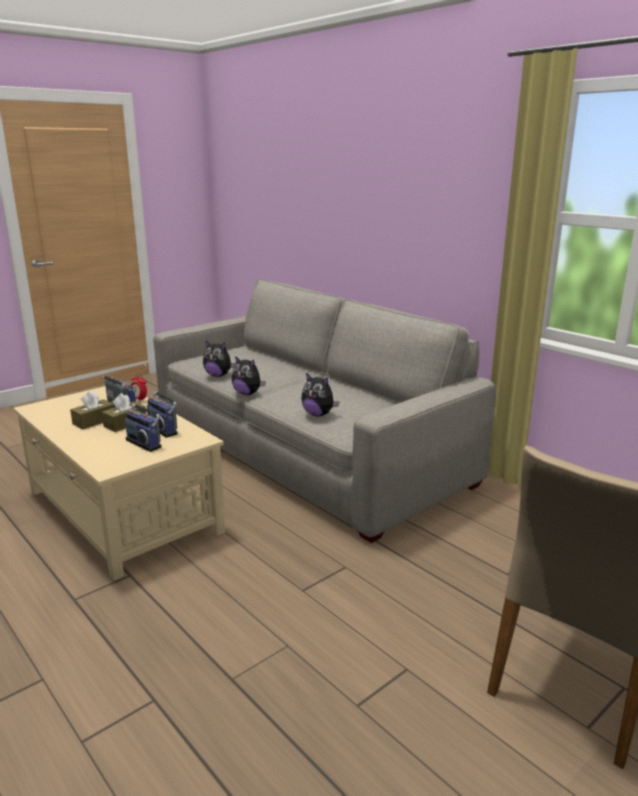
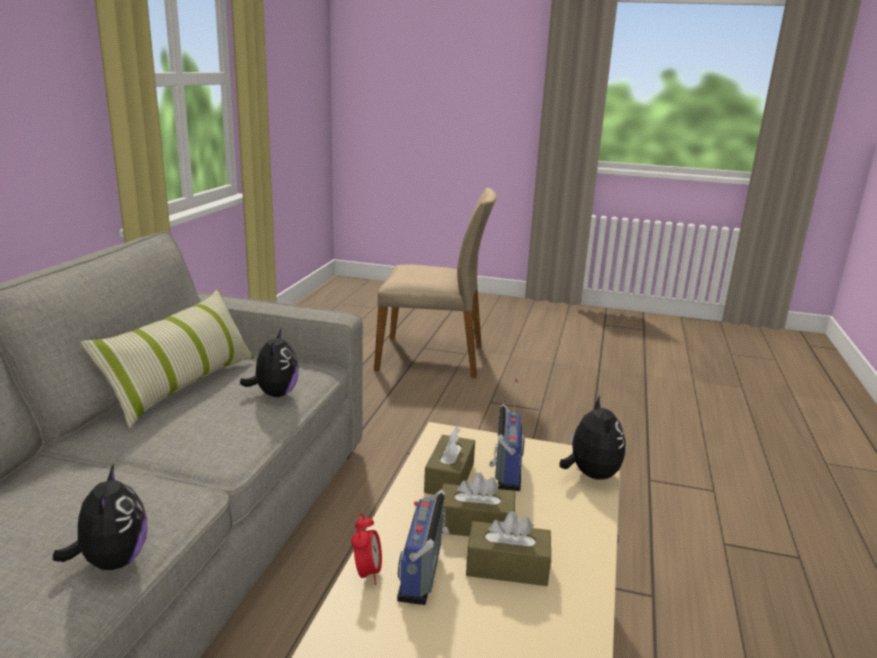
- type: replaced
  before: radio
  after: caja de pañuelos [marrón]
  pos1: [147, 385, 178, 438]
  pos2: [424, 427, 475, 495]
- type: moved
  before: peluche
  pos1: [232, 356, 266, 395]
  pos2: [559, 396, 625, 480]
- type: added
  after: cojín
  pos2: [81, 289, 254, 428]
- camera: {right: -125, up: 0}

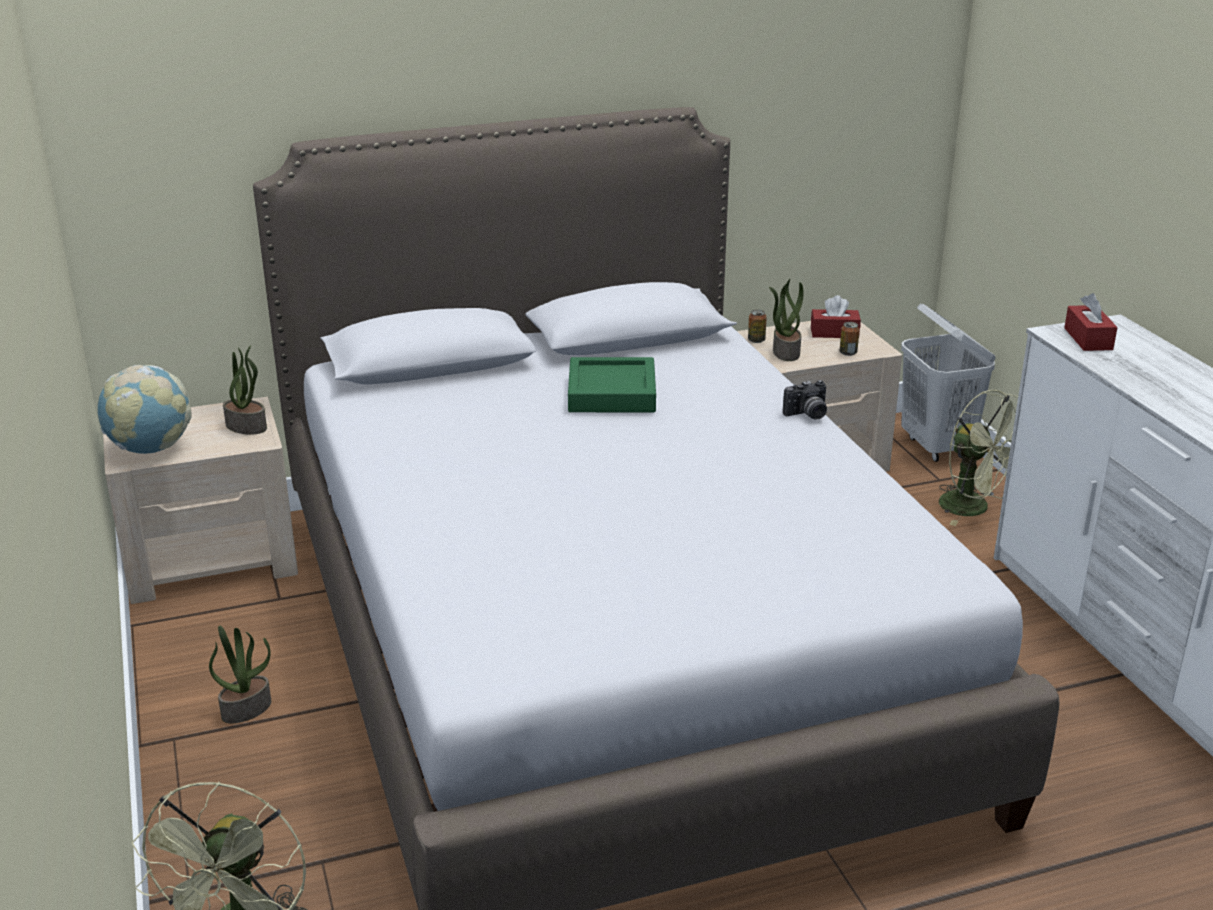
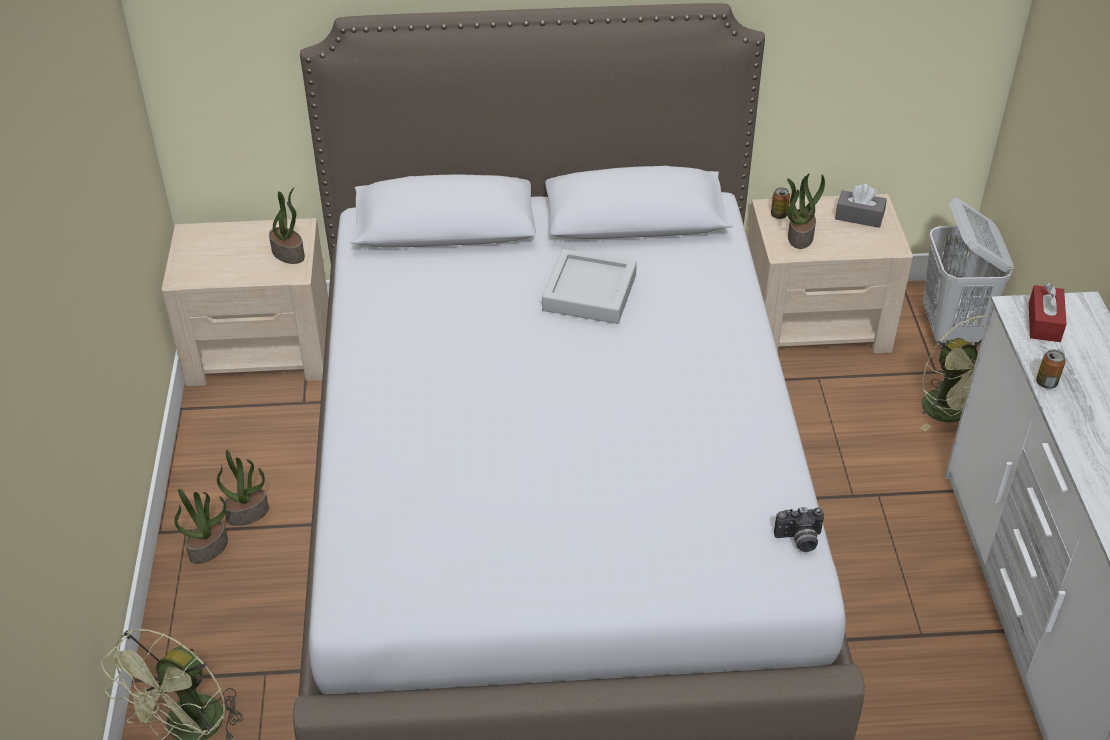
- type: removed
  before: globo terráqueo
  pos1: [98, 365, 192, 454]
- type: recoloured
  before: bandeja [verde]
  after: bandeja [gris]
  pos1: [568, 357, 656, 412]
  pos2: [542, 249, 637, 324]
- type: moved
  before: cámara
  pos1: [783, 380, 827, 419]
  pos2: [774, 507, 824, 552]
- type: recoloured
  before: caja de pañuelos [rojo]
  after: caja de pañuelos [gris]
  pos1: [811, 295, 861, 338]
  pos2: [835, 184, 887, 228]
- type: moved
  before: lata
  pos1: [840, 322, 860, 356]
  pos2: [1036, 349, 1066, 389]
- type: added
  after: planta en maceta
  pos2: [175, 489, 228, 564]
- camera: {right: 15, up: 15}

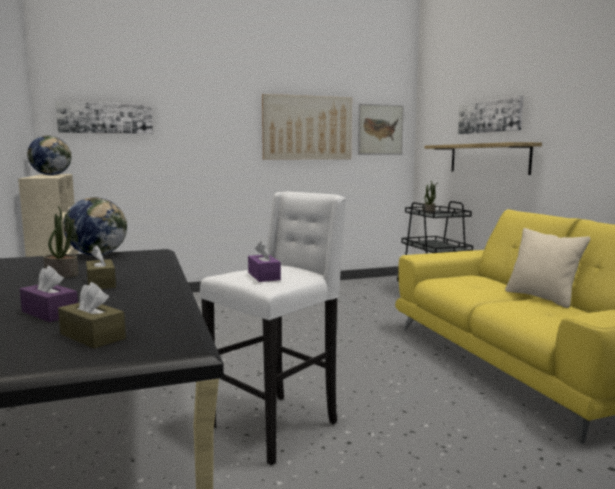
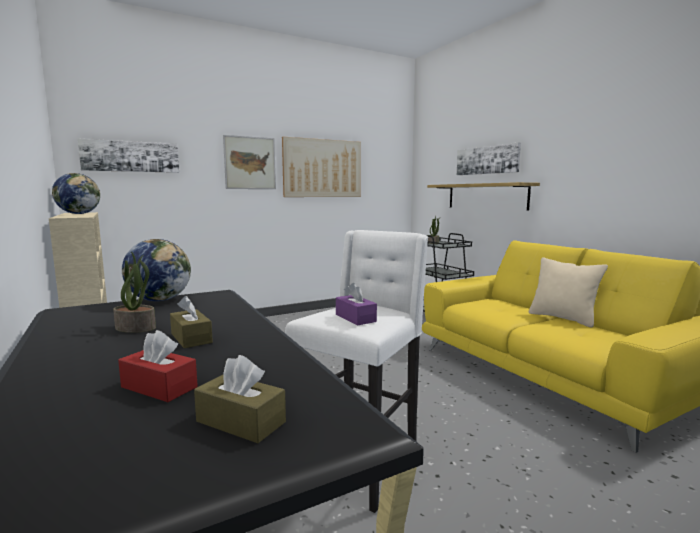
- type: recoloured
  before: caja de pañuelos [morado]
  after: caja de pañuelos [rojo]
  pos1: [20, 266, 78, 322]
  pos2: [118, 330, 198, 402]
- type: moved
  before: cuadro
  pos1: [358, 104, 404, 155]
  pos2: [223, 135, 276, 189]
- camera: {right: -10, up: 0}

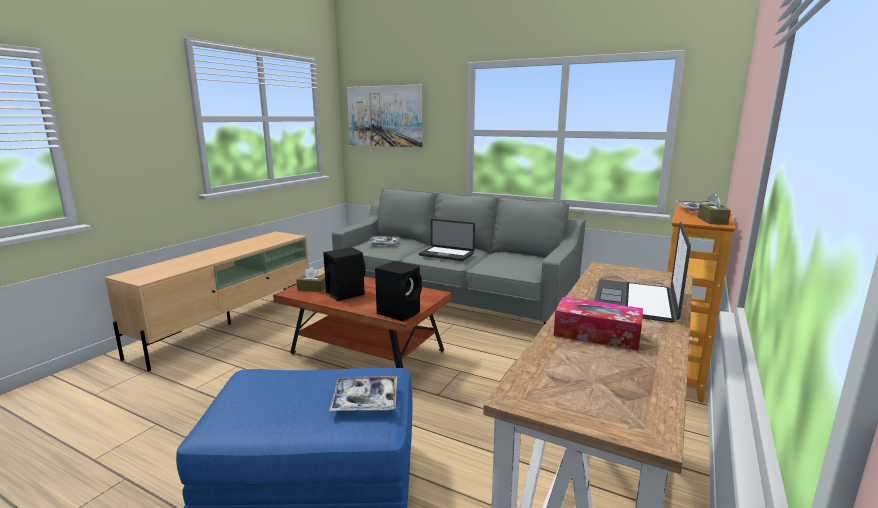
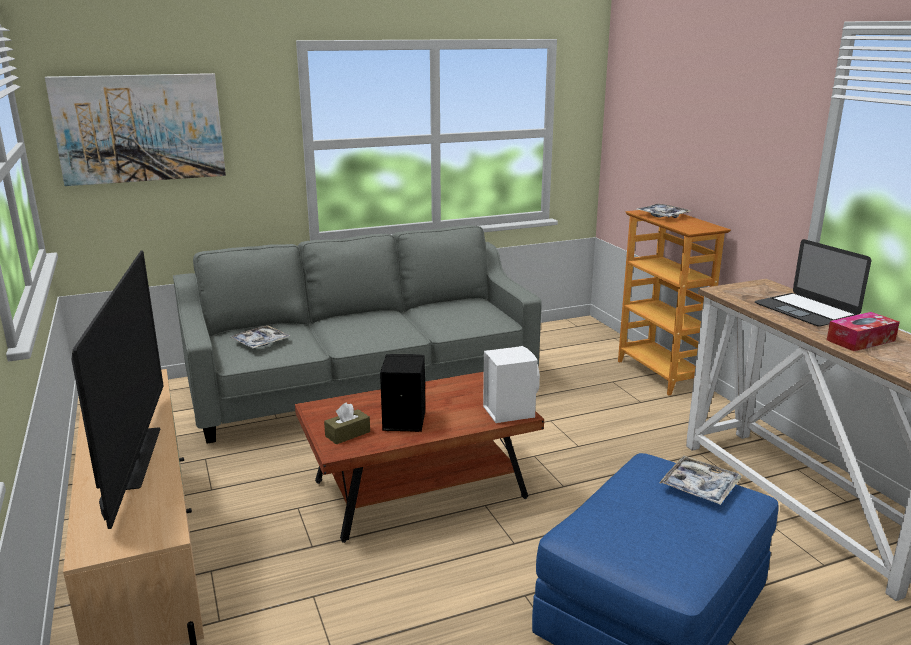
- type: recoloured
  before: altavoz [negro]
  after: altavoz [blanco]
  pos1: [375, 261, 422, 321]
  pos2: [483, 346, 540, 423]
- type: removed
  before: portátil
  pos1: [419, 219, 475, 261]
- type: removed
  before: caja de pañuelos [marrón]
  pos1: [698, 193, 731, 225]
- type: added
  after: televisor
  pos2: [72, 251, 163, 529]
- camera: {right: -50, up: 5}

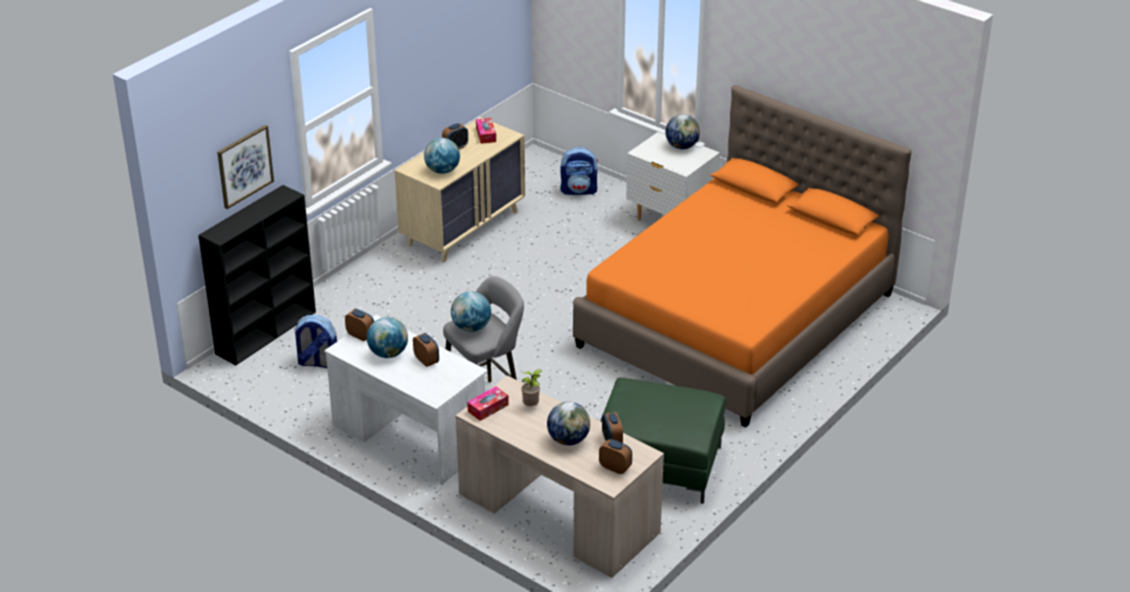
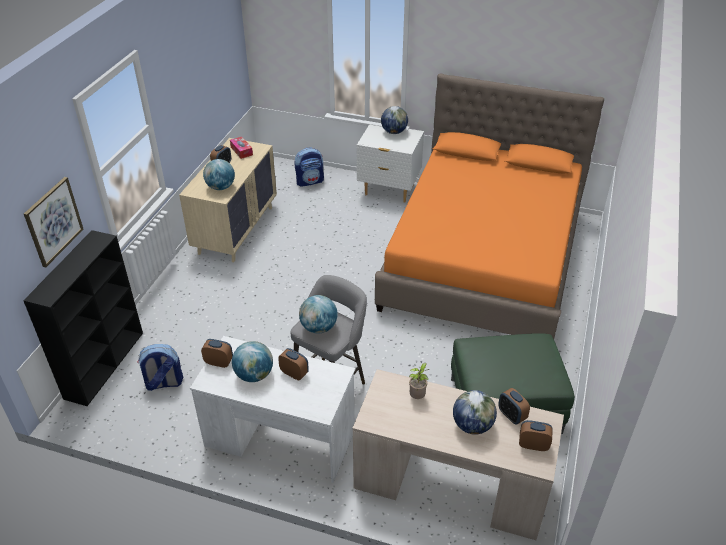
- type: removed
  before: caja de pañuelos
  pos1: [467, 386, 509, 421]
- camera: {right: -20, up: 5}

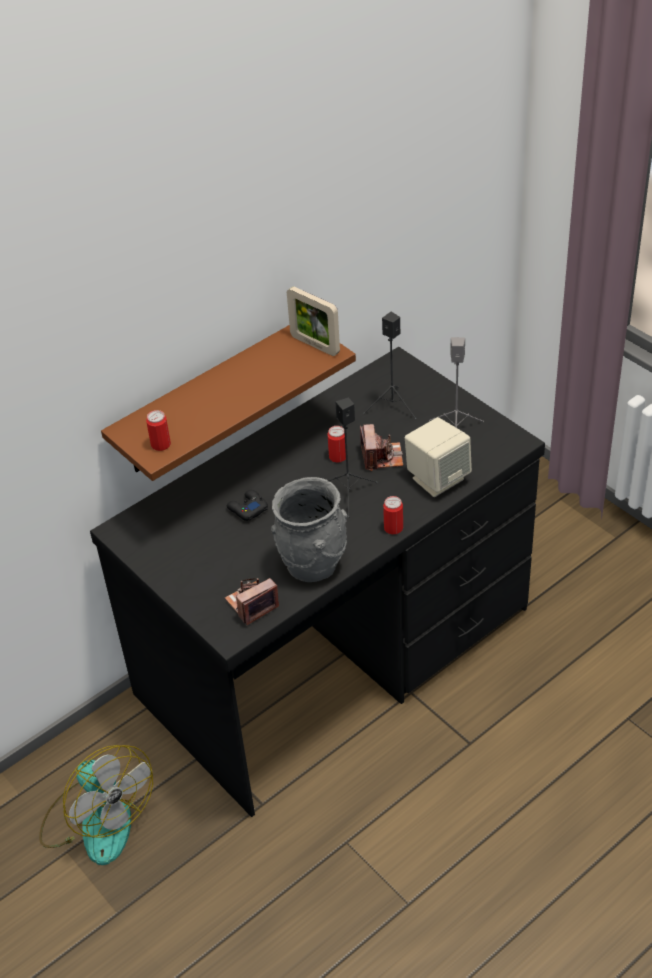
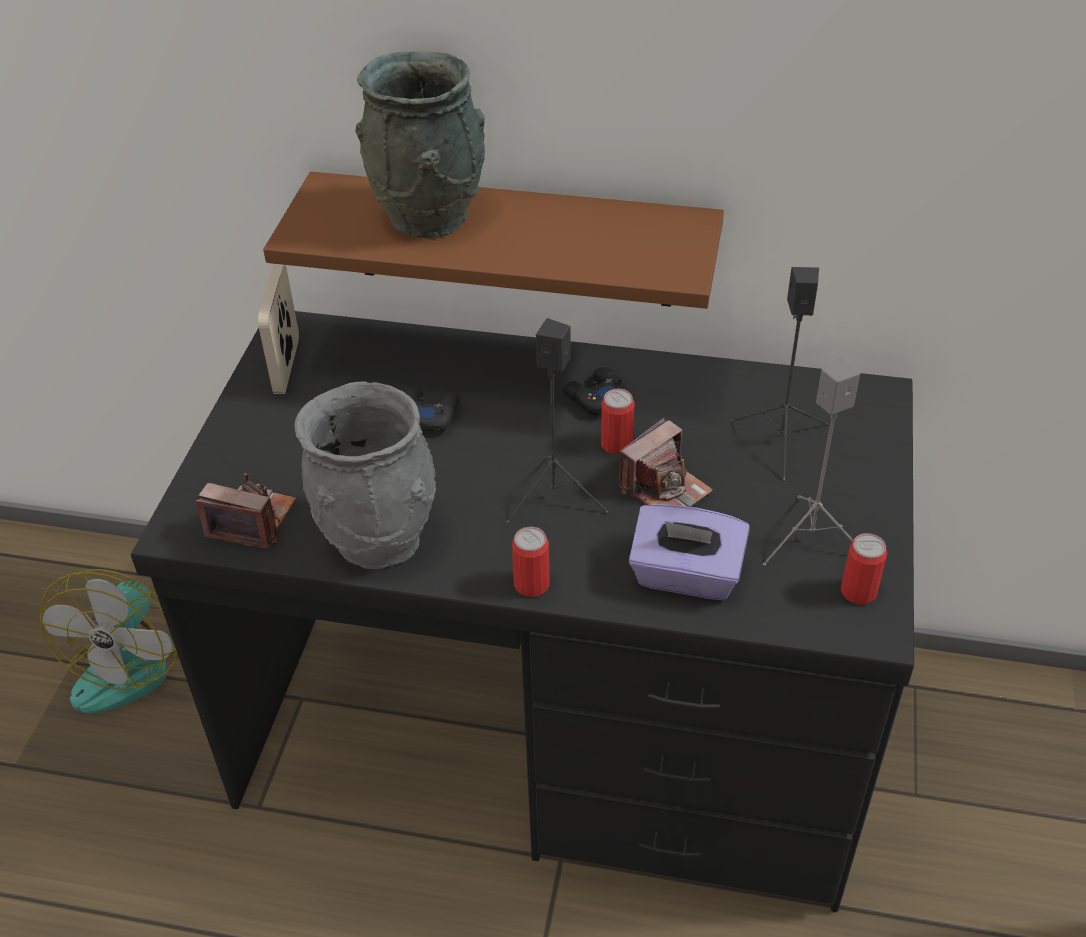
- type: moved
  before: lata
  pos1: [146, 410, 171, 451]
  pos2: [841, 533, 887, 604]
- type: moved
  before: portarretratos
  pos1: [287, 286, 340, 356]
  pos2: [258, 264, 299, 394]
- type: replaced
  before: altavoz [beis]
  after: caja de pañuelos [morado]
  pos1: [405, 417, 472, 497]
  pos2: [629, 504, 750, 600]
- type: added
  after: florero [gris]
  pos2: [355, 51, 485, 238]
- type: added
  after: mando de consola [negro]
  pos2: [562, 367, 630, 415]
- camera: {right: 50, up: 0}

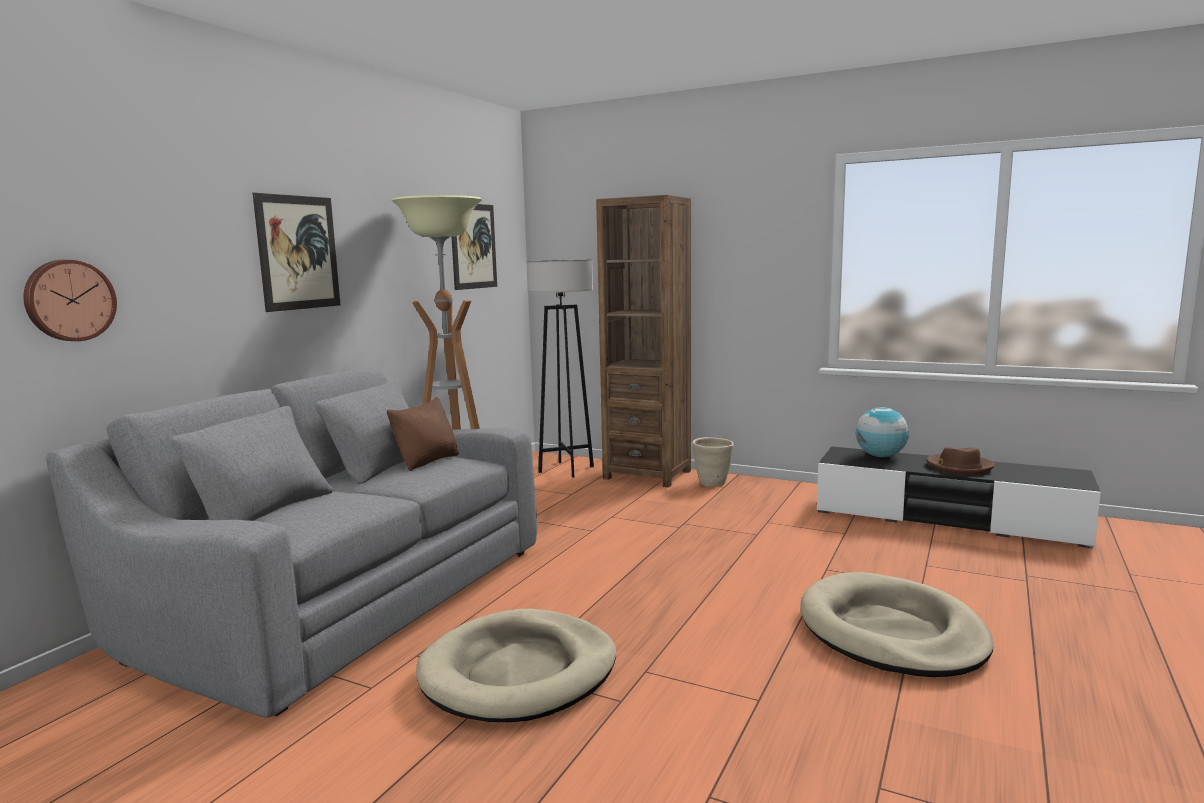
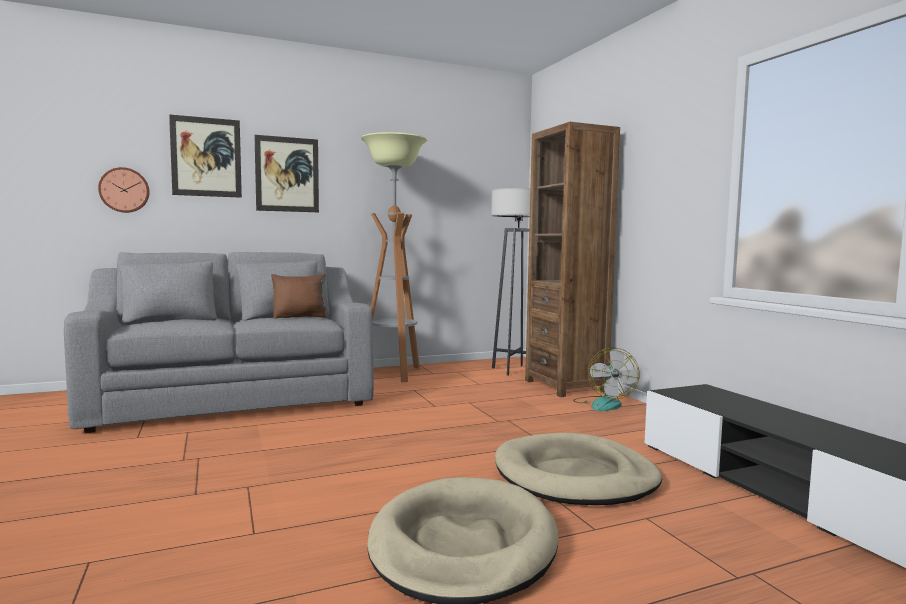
- type: moved
  before: cama para perro [beis]
  pos1: [416, 609, 616, 722]
  pos2: [495, 433, 662, 505]
- type: moved
  before: cuadro
  pos1: [451, 204, 497, 290]
  pos2: [169, 114, 242, 198]
- type: replaced
  before: maceta [beis]
  after: ventilador
  pos1: [693, 437, 734, 487]
  pos2: [573, 348, 640, 411]
- type: removed
  before: globo terráqueo
  pos1: [856, 407, 909, 457]
- type: removed
  before: sombrero [marrón]
  pos1: [926, 447, 995, 475]
- camera: {right: 40, up: -5}

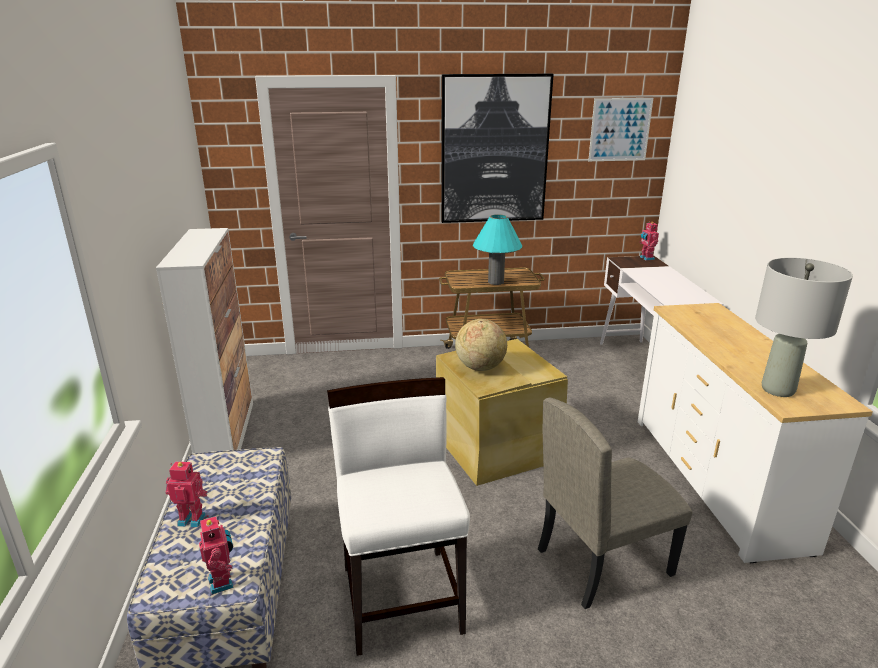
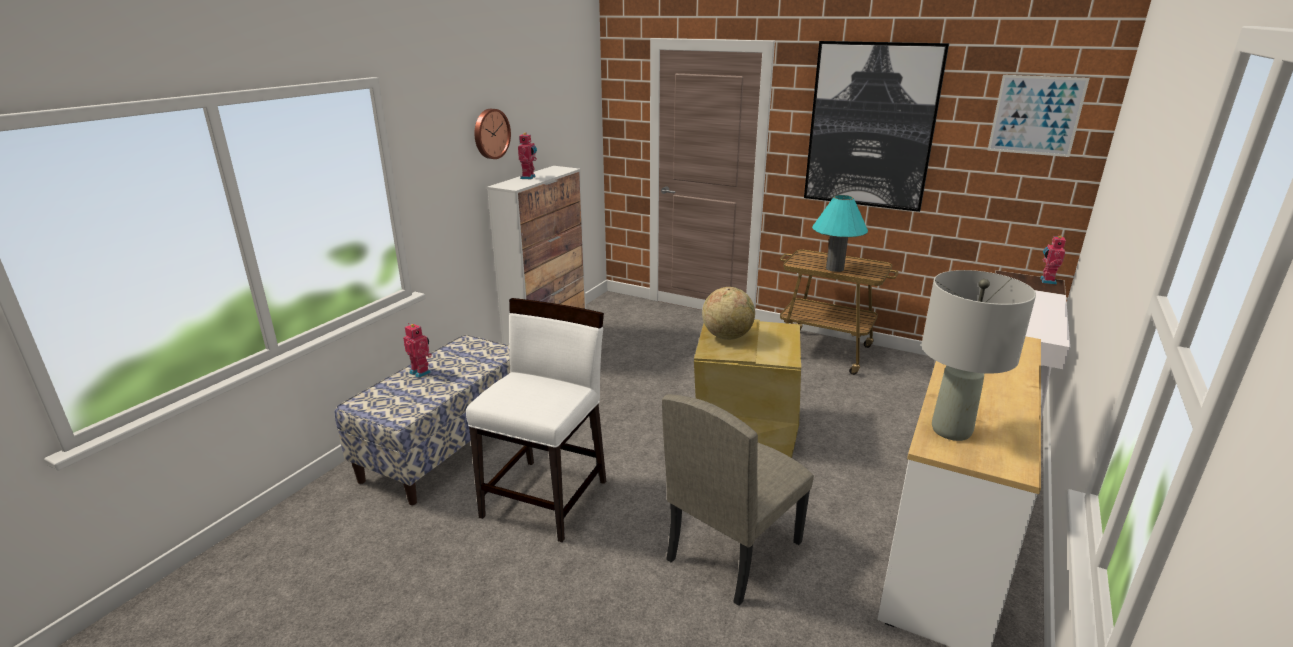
- type: moved
  before: robot de juguete
  pos1: [199, 515, 234, 595]
  pos2: [518, 133, 537, 180]
- type: turned
  before: silla [beis]
  pos1: [538, 398, 693, 609]
  pos2: [662, 394, 814, 606]
  turn: -60
- type: added
  after: reloj de pared
  pos2: [475, 109, 511, 159]
- camera: {right: 35, up: 0}

